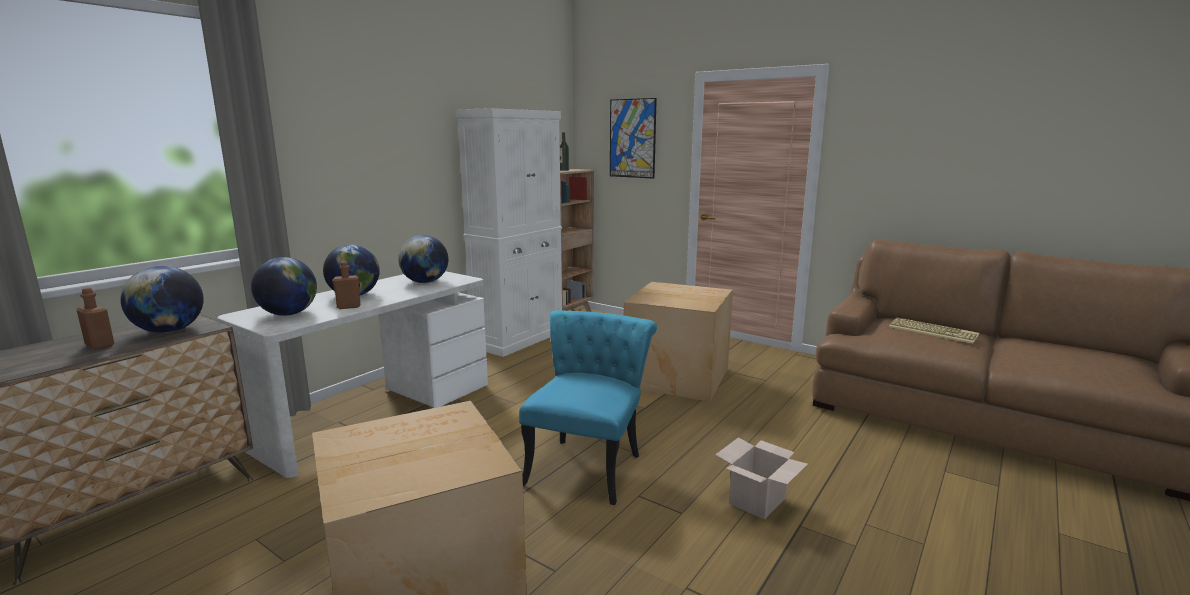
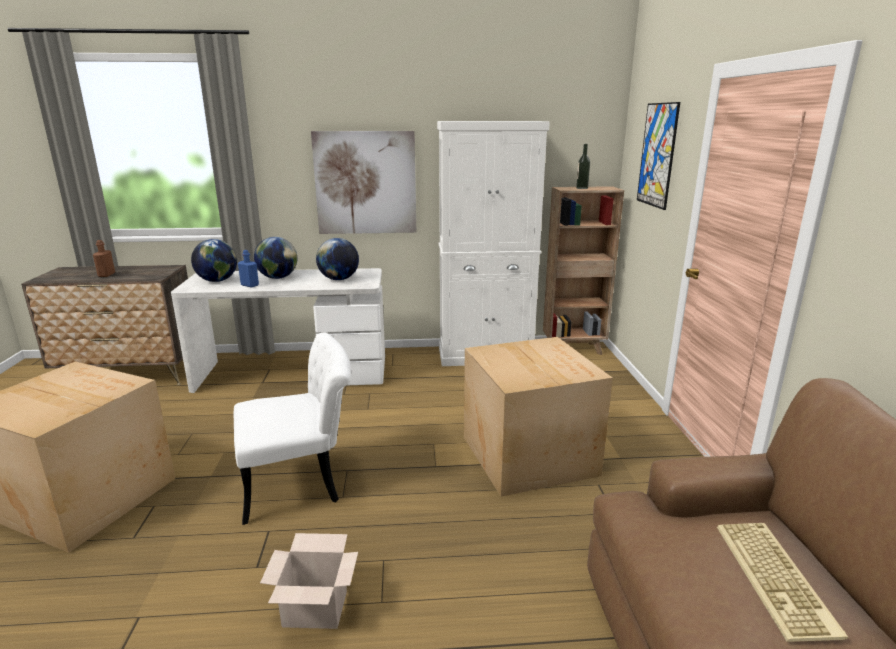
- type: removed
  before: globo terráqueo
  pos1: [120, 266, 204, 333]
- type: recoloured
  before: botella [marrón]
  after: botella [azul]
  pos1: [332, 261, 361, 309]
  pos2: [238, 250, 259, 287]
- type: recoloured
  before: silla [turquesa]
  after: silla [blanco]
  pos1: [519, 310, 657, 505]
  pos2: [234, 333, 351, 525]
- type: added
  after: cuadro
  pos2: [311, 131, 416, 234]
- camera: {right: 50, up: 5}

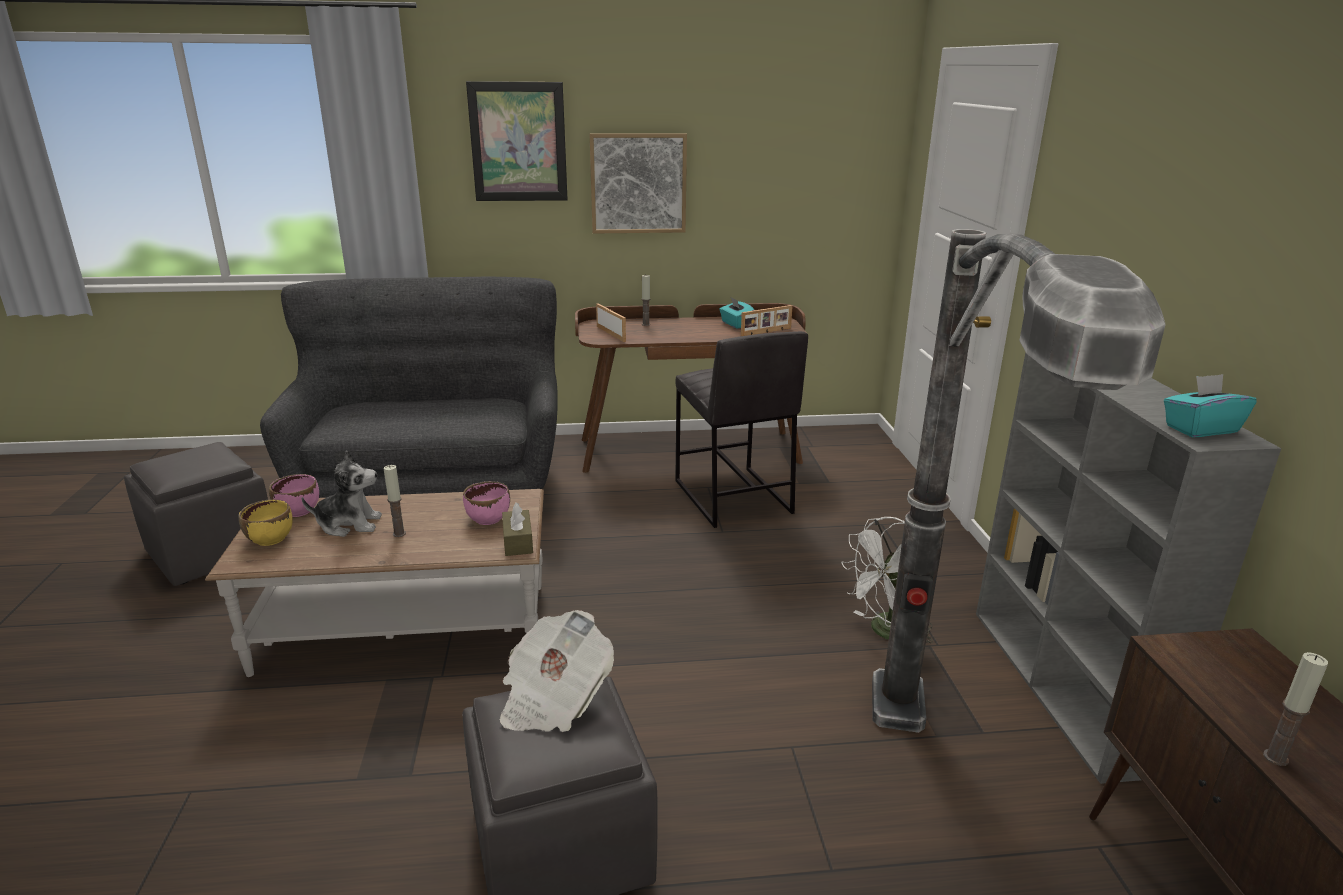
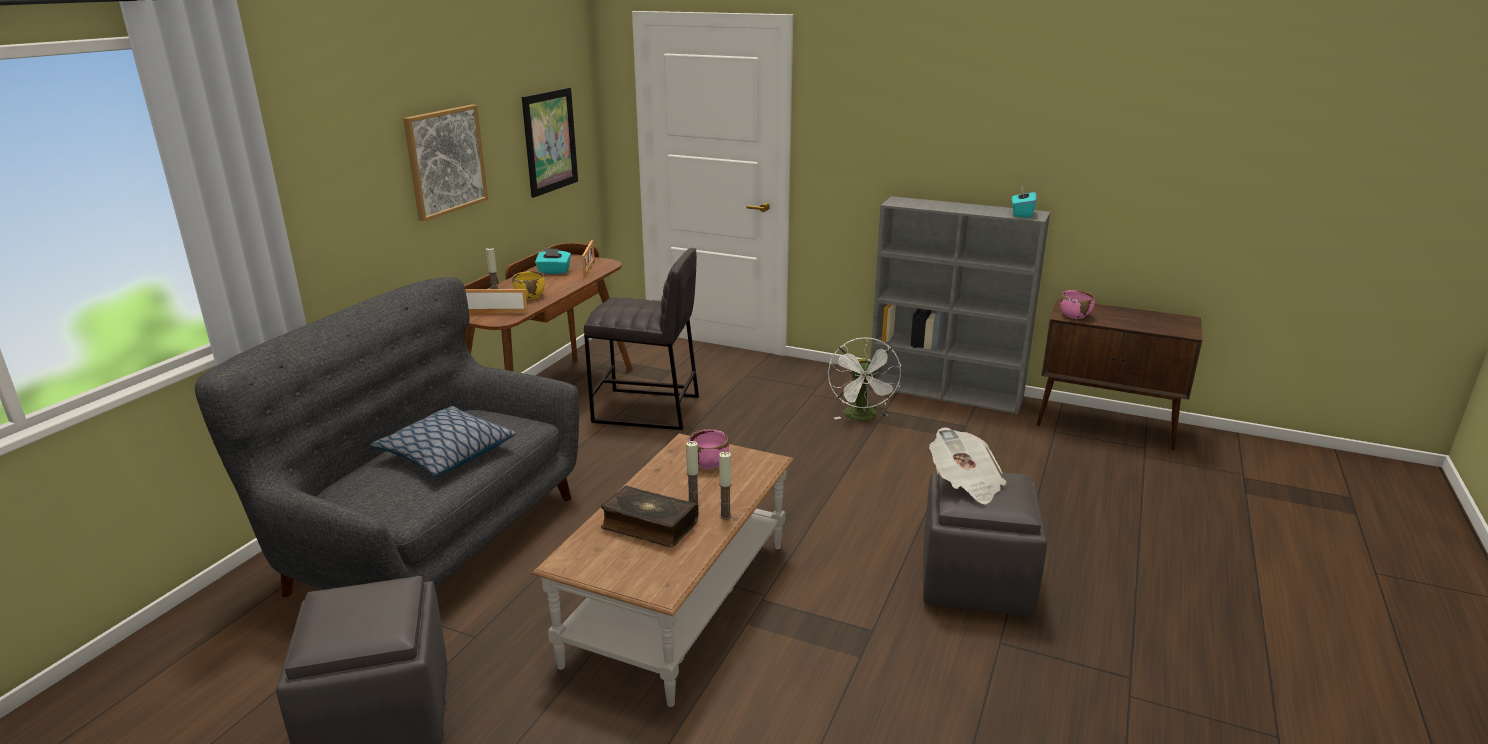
- type: moved
  before: cuenco [amarillo]
  pos1: [238, 499, 293, 546]
  pos2: [512, 271, 545, 299]
- type: moved
  before: cuenco [rosa]
  pos1: [269, 474, 319, 517]
  pos2: [1060, 290, 1095, 319]
- type: replaced
  before: peluche
  after: libro
  pos1: [302, 450, 382, 537]
  pos2: [601, 485, 699, 547]
- type: moved
  before: cuadro
  pos1: [466, 81, 568, 201]
  pos2: [522, 87, 578, 198]
- type: removed
  before: caja de pañuelos [marrón]
  pos1: [502, 503, 533, 556]
- type: removed
  before: lámpara de pie
  pos1: [872, 229, 1166, 733]
- type: moved
  before: vela
  pos1: [1263, 652, 1328, 766]
  pos2: [719, 452, 732, 520]
- type: added
  after: cojín
  pos2: [370, 406, 516, 477]
- camera: {right: -60, up: 0}

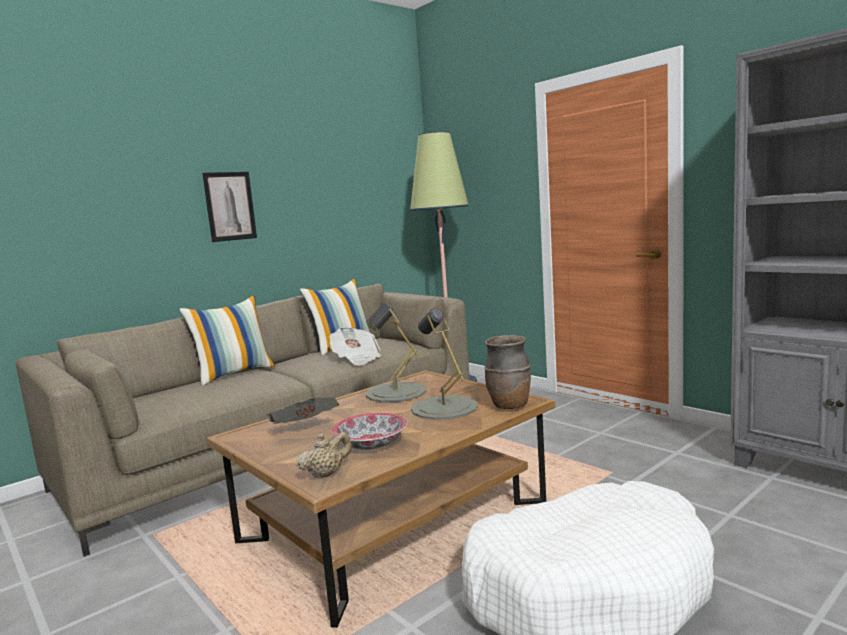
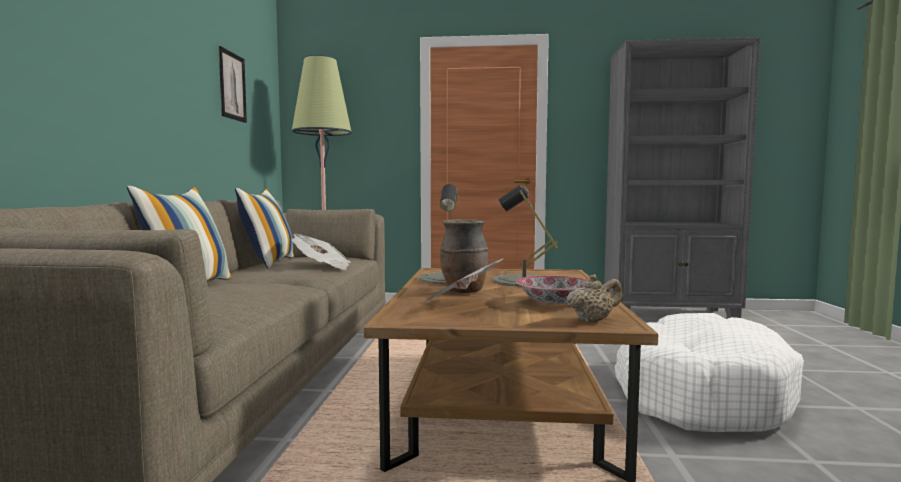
- type: moved
  before: cuadro
  pos1: [202, 172, 257, 242]
  pos2: [219, 46, 247, 123]
- type: turned
  before: tetera [beis]
  pos1: [297, 432, 352, 479]
  pos2: [566, 274, 623, 322]
  turn: 60
- type: moved
  before: florero [marrón]
  pos1: [484, 335, 531, 409]
  pos2: [440, 219, 489, 293]
- camera: {right: -45, up: -5}

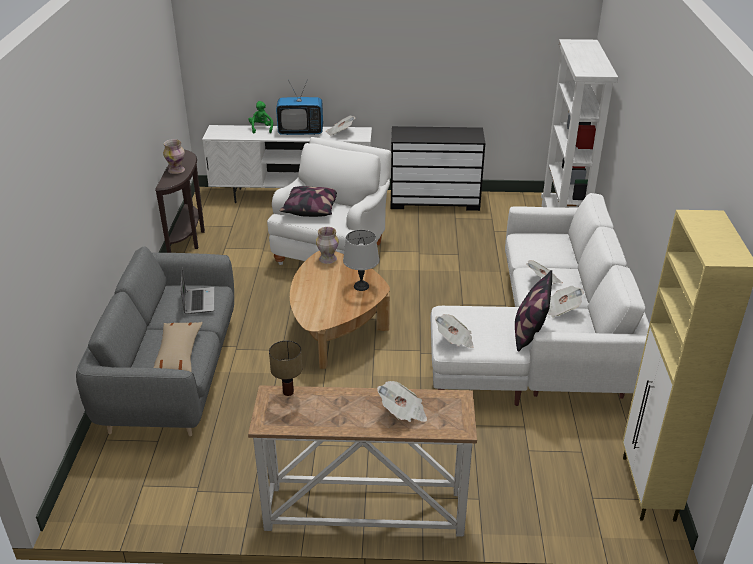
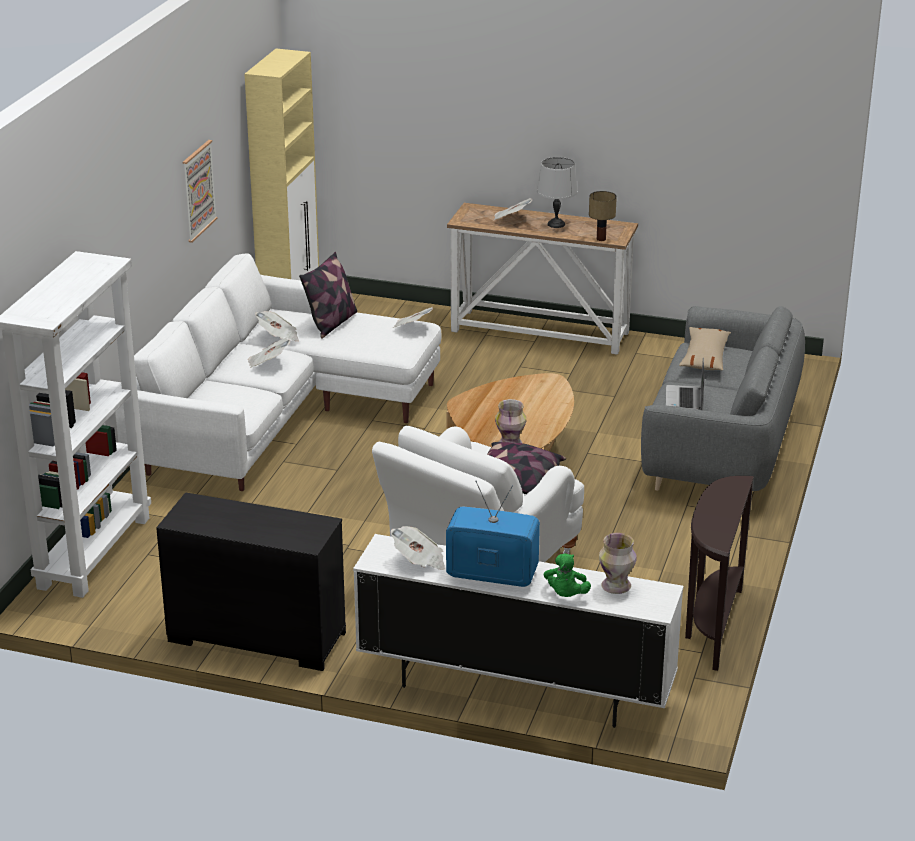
- type: moved
  before: florero
  pos1: [163, 139, 185, 174]
  pos2: [599, 533, 637, 594]
- type: moved
  before: lámpara de mesa [gris]
  pos1: [343, 230, 379, 291]
  pos2: [537, 157, 578, 228]
- type: added
  after: cuadro
  pos2: [183, 140, 218, 243]
- camera: {right: -165, up: -5}

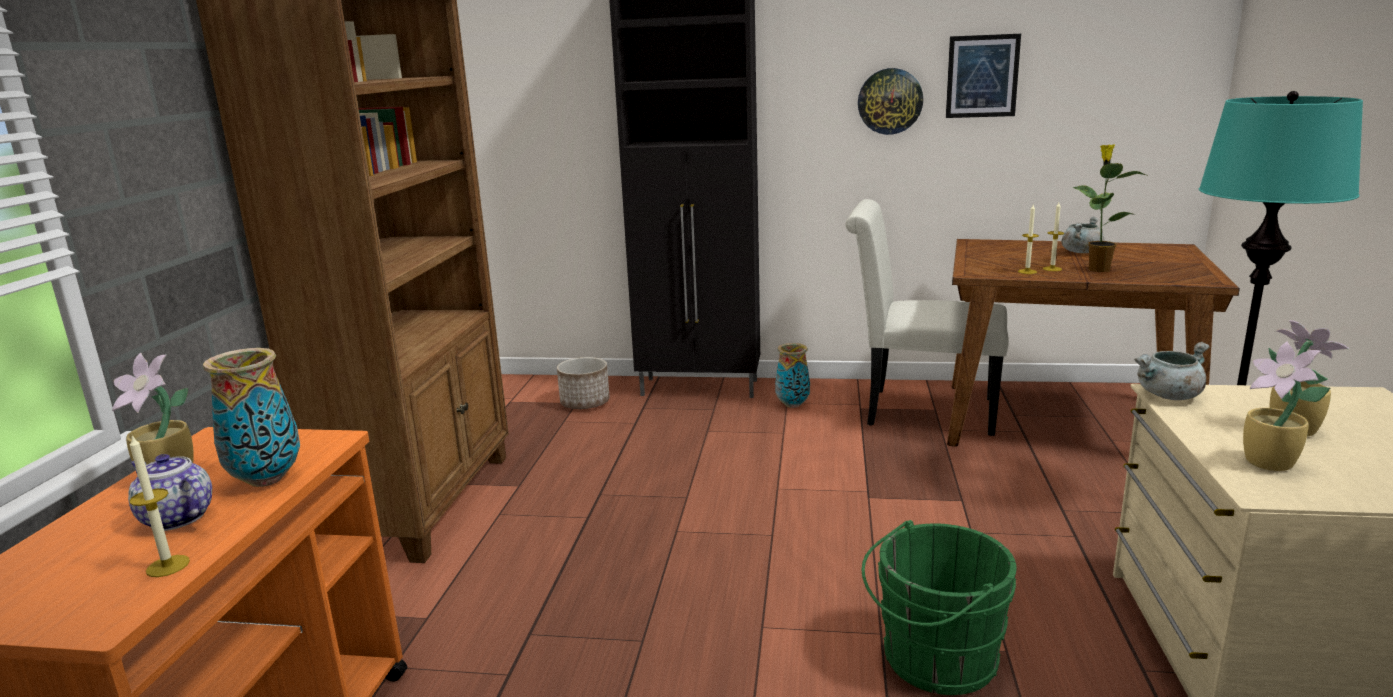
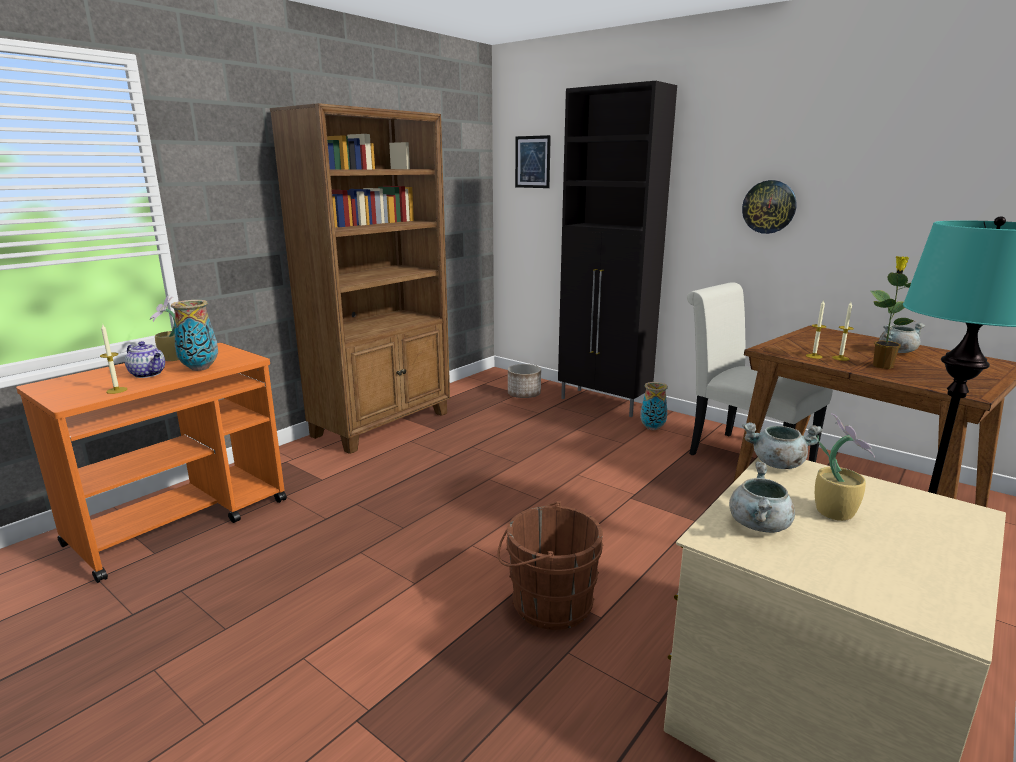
- type: turned
  before: tetera
  pos1: [128, 454, 212, 531]
  pos2: [125, 341, 165, 378]
  turn: 150
- type: recoloured
  before: cubo [verde]
  after: cubo [marrón]
  pos1: [862, 520, 1017, 695]
  pos2: [497, 501, 604, 630]
- type: moved
  before: cuadro
  pos1: [946, 34, 1021, 118]
  pos2: [515, 135, 551, 188]
- type: replaced
  before: planta en maceta
  after: olla [gris]
  pos1: [1243, 341, 1330, 471]
  pos2: [729, 461, 795, 533]
- camera: {right: 30, up: 0}

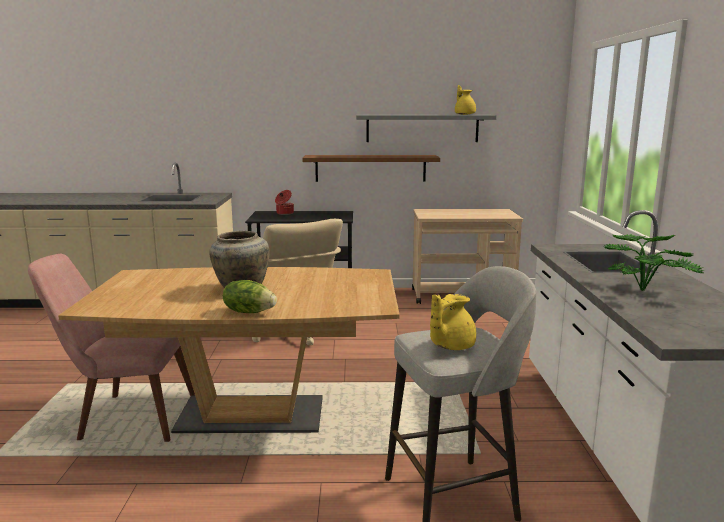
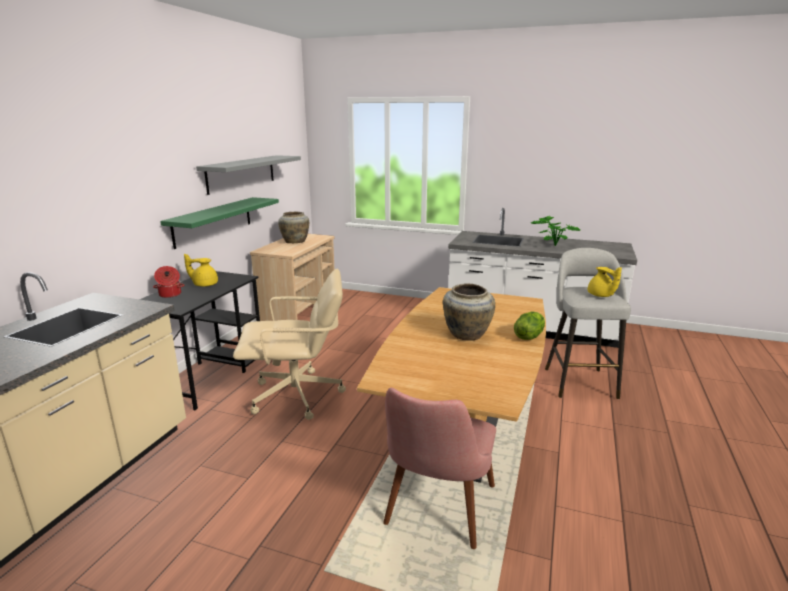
- type: recoloured
  before: estante [marrón]
  after: estante [verde]
  pos1: [302, 155, 440, 182]
  pos2: [160, 197, 279, 249]
- type: moved
  before: tetera [amarillo]
  pos1: [455, 85, 476, 115]
  pos2: [184, 254, 218, 287]
- type: added
  after: florero [beis]
  pos2: [278, 212, 309, 243]
- camera: {right: -70, up: 5}

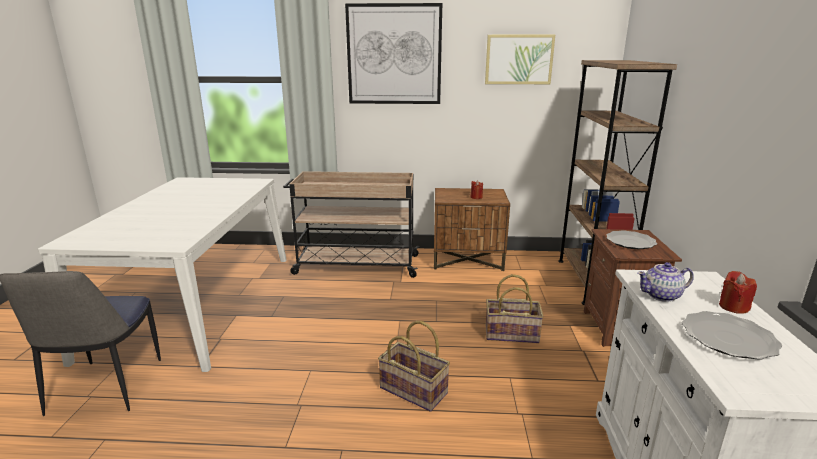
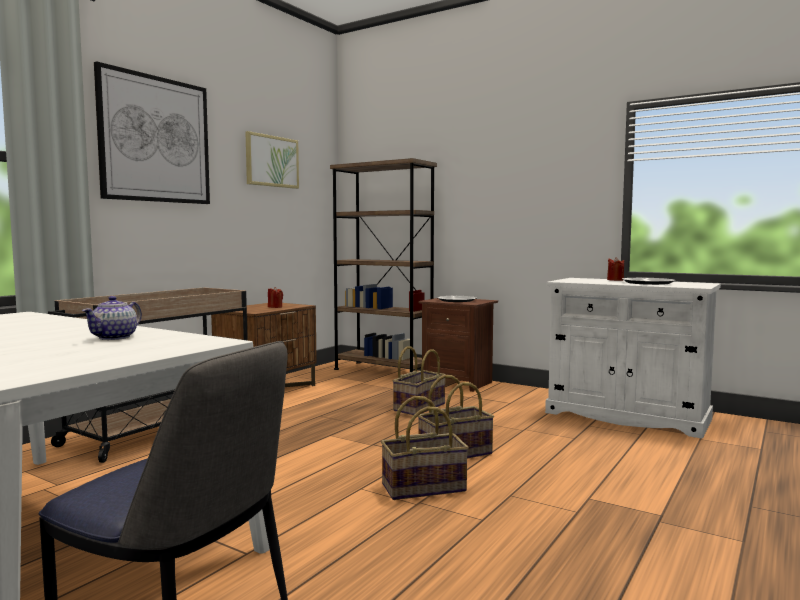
- type: moved
  before: tetera
  pos1: [637, 262, 694, 302]
  pos2: [82, 296, 142, 340]
- type: added
  after: cesta
  pos2: [381, 396, 469, 500]
- camera: {right: -60, up: -15}

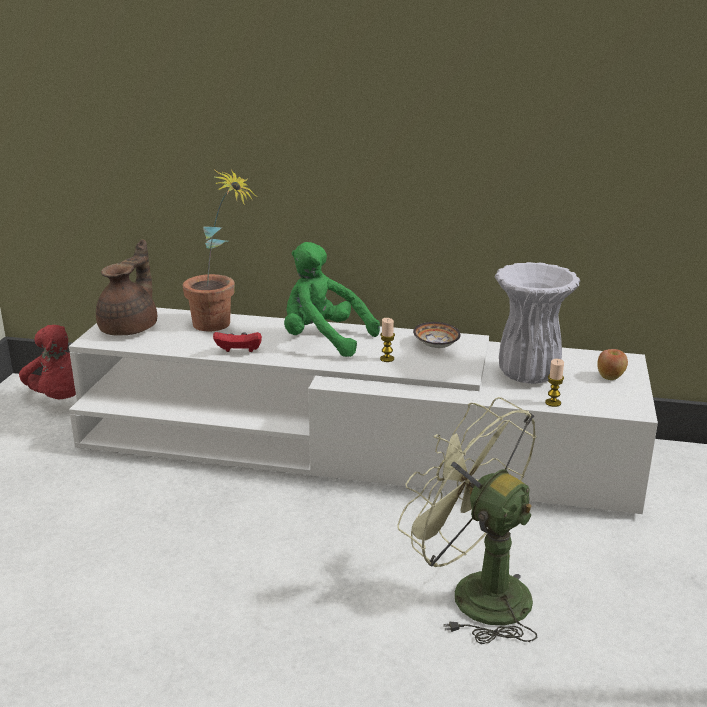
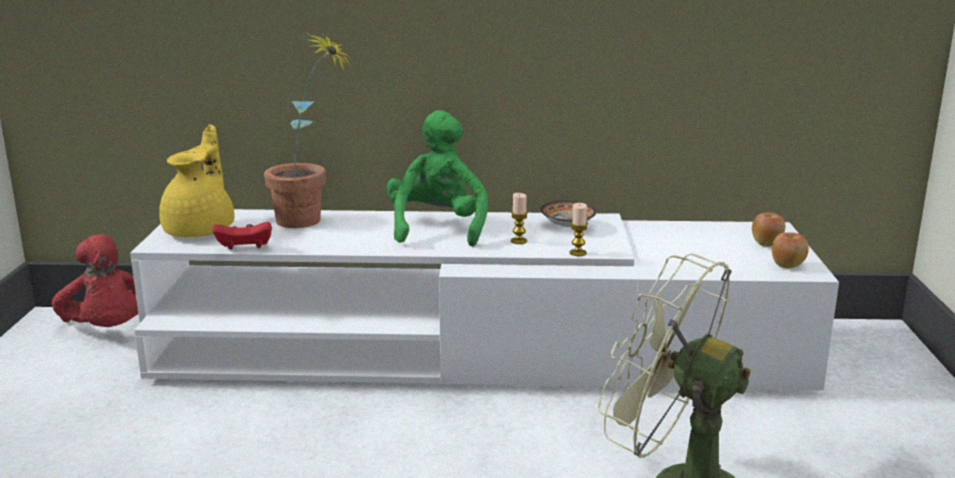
- type: recoloured
  before: tetera [marrón]
  after: tetera [amarillo]
  pos1: [96, 239, 157, 336]
  pos2: [159, 124, 234, 237]
- type: moved
  before: mando de consola [rojo]
  pos1: [213, 332, 262, 352]
  pos2: [212, 221, 272, 249]
- type: turned
  before: peluche [verde]
  pos1: [284, 242, 380, 357]
  pos2: [386, 110, 488, 246]
  turn: 75
- type: removed
  before: florero [blanco]
  pos1: [495, 262, 580, 384]
- type: moved
  before: vela
  pos1: [545, 359, 564, 407]
  pos2: [570, 203, 588, 256]
- type: added
  after: manzana
  pos2: [772, 232, 809, 269]
- camera: {right: -10, up: -5}

